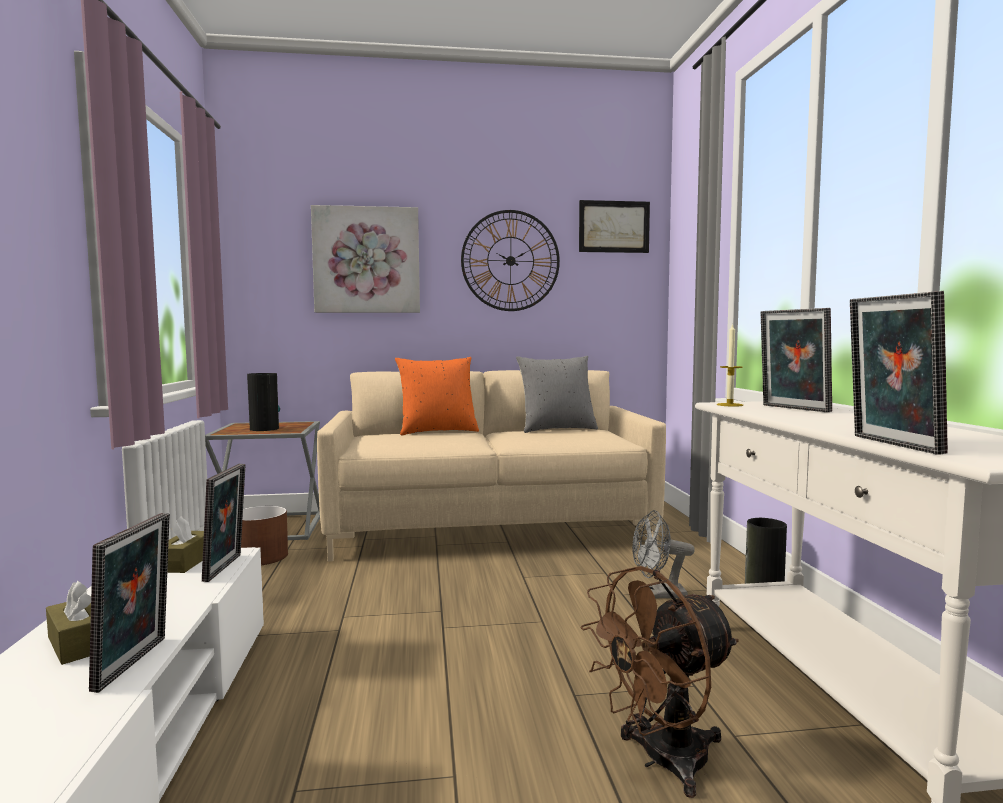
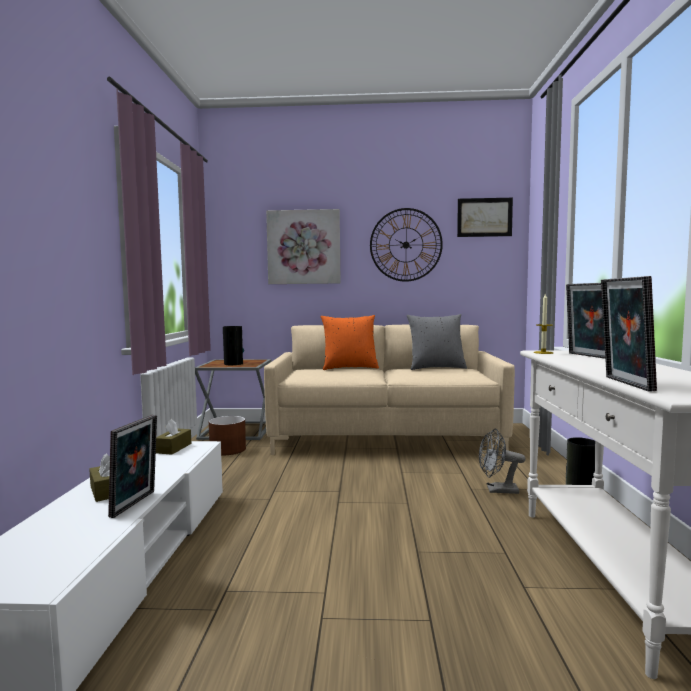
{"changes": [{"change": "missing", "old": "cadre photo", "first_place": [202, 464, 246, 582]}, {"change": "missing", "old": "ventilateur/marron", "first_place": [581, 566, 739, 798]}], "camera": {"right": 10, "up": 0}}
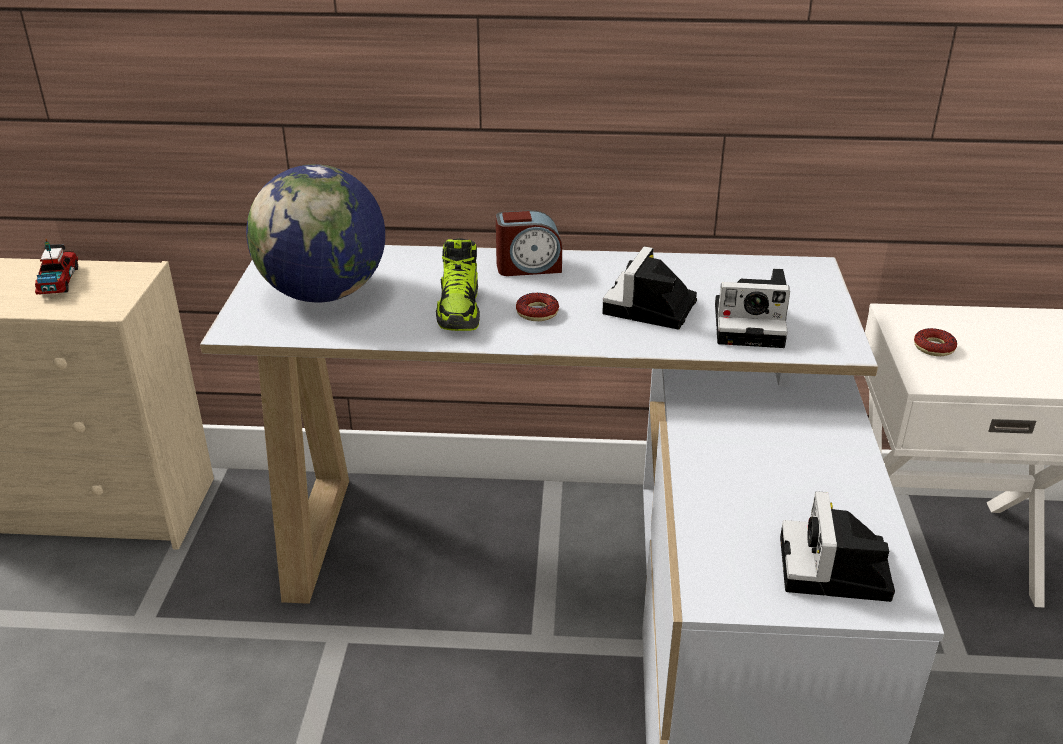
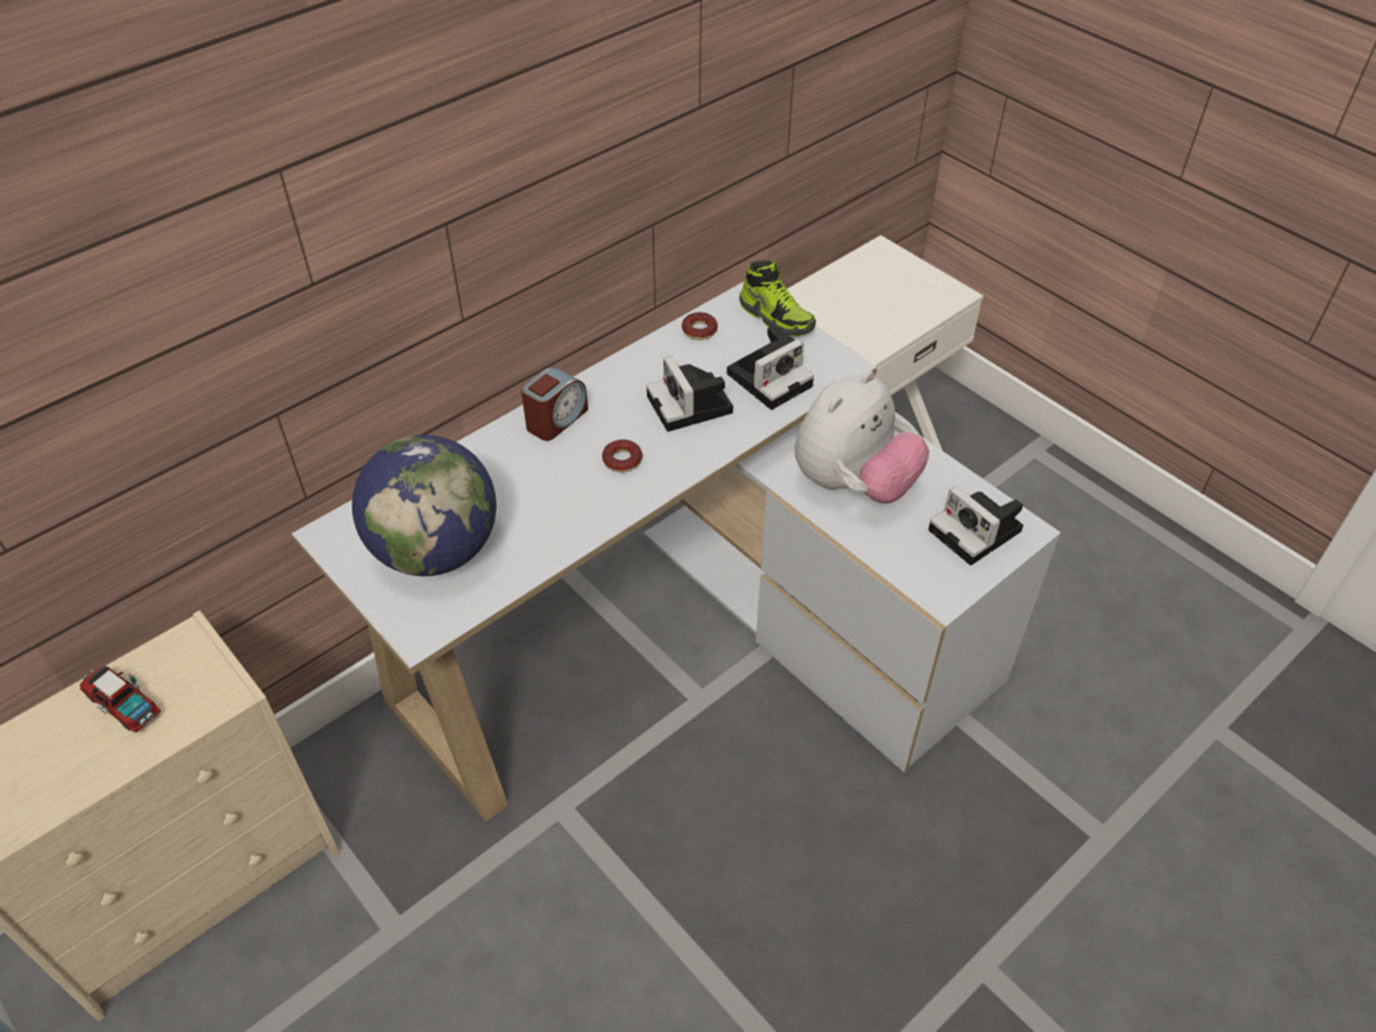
{"changes": [{"change": "appeared", "new": "peluche", "second_place": [795, 371, 929, 504]}, {"change": "relocated", "old": "chaussure", "first_place": [436, 238, 480, 331], "second_place": [739, 260, 816, 337]}, {"change": "relocated", "old": "beignet", "first_place": [914, 328, 957, 356], "second_place": [682, 312, 718, 340]}], "camera": {"right": -45, "up": 15}}
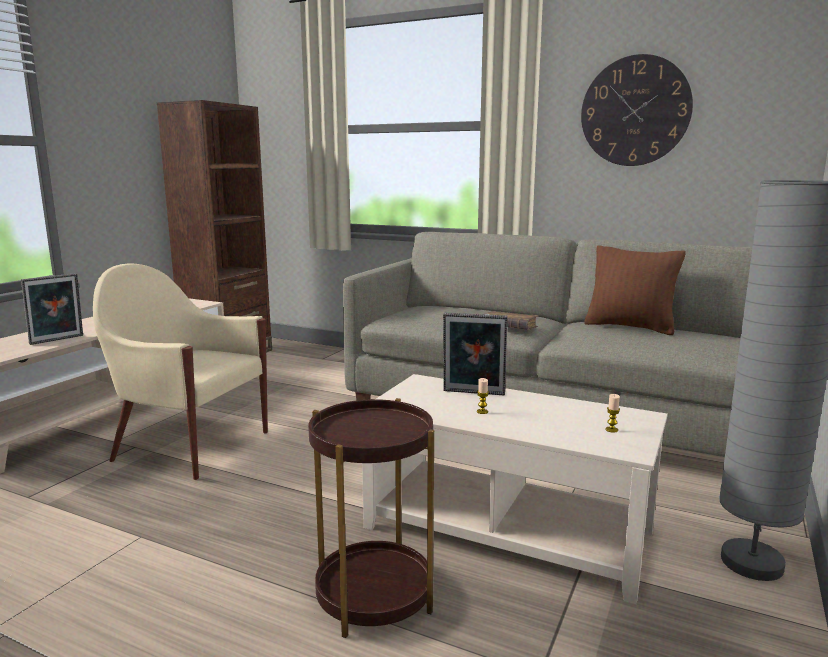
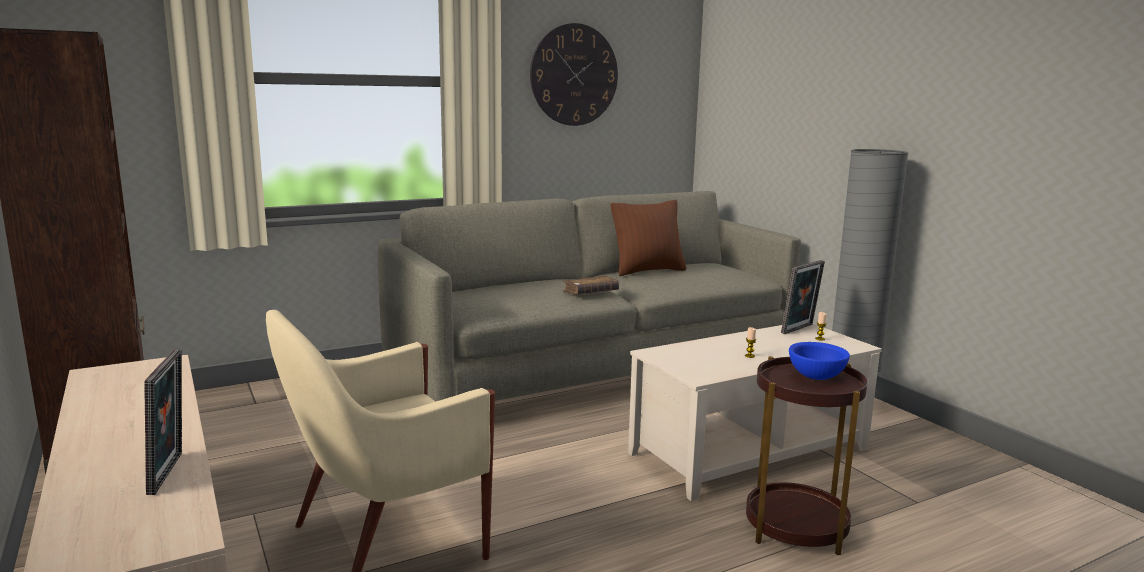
{"changes": [{"change": "appeared", "new": "bol/bleu", "second_place": [789, 342, 850, 380]}, {"change": "relocated", "old": "cadre photo", "first_place": [443, 313, 507, 395], "second_place": [781, 260, 825, 334]}], "camera": {"right": -55, "up": 0}}
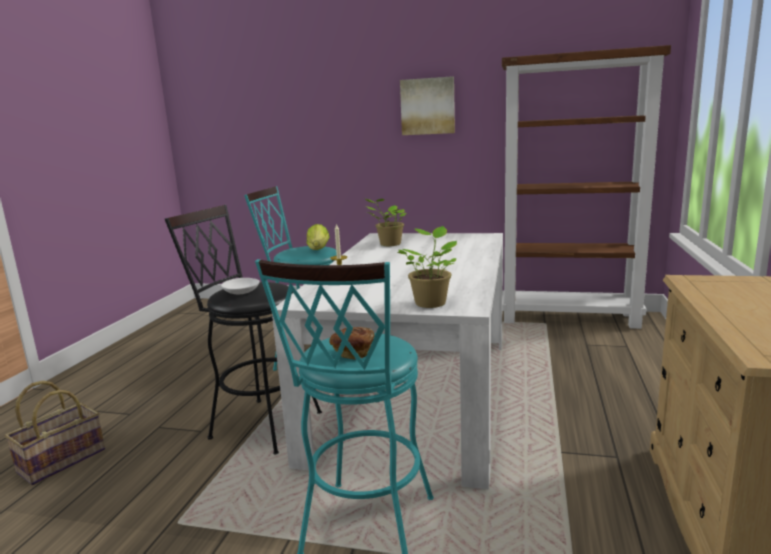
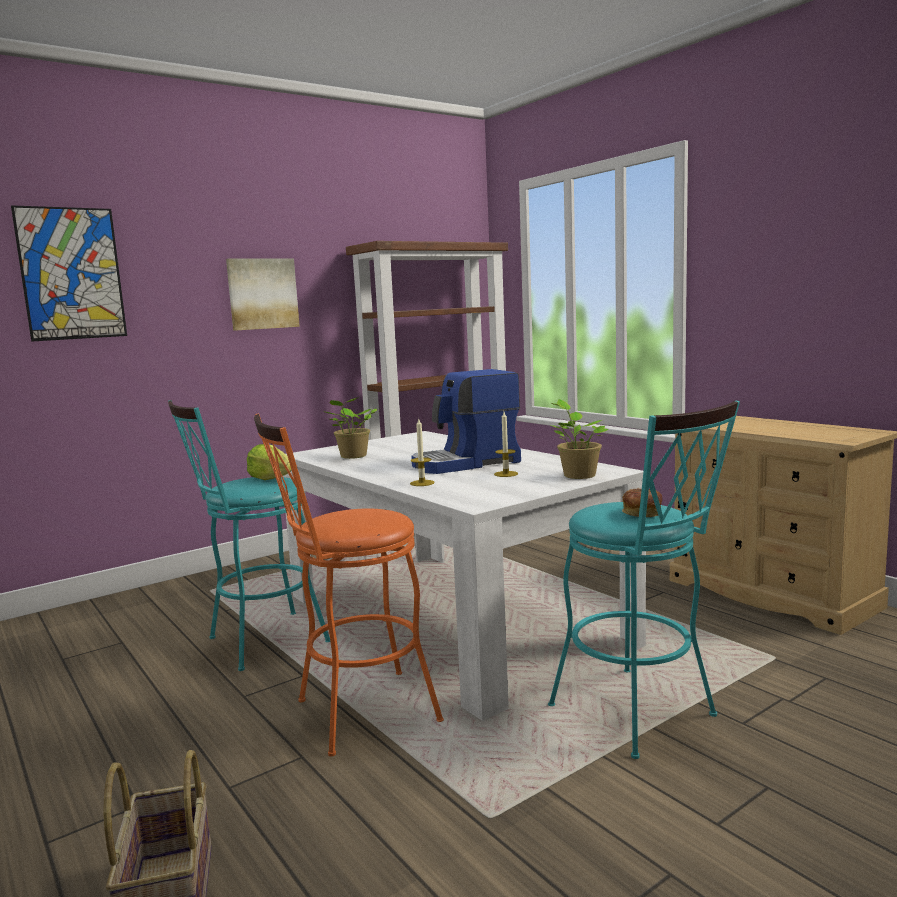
{"changes": [{"change": "missing", "old": "bol/blanc", "first_place": [221, 278, 260, 294]}, {"change": "appeared", "new": "tableau", "second_place": [11, 205, 127, 342]}, {"change": "appeared", "new": "machine à café", "second_place": [411, 369, 521, 474]}, {"change": "appeared", "new": "bougie", "second_place": [494, 412, 518, 477]}, {"change": "colour", "old": "tabouret/noir", "new": "tabouret/orange", "first_place": [165, 205, 322, 454], "second_place": [254, 413, 444, 757]}], "camera": {"right": -50, "up": -5}}
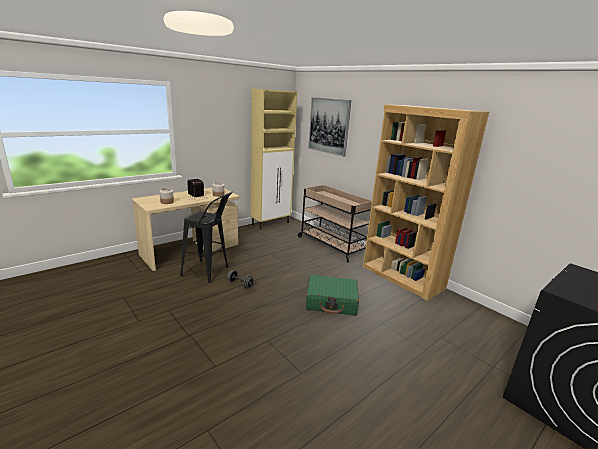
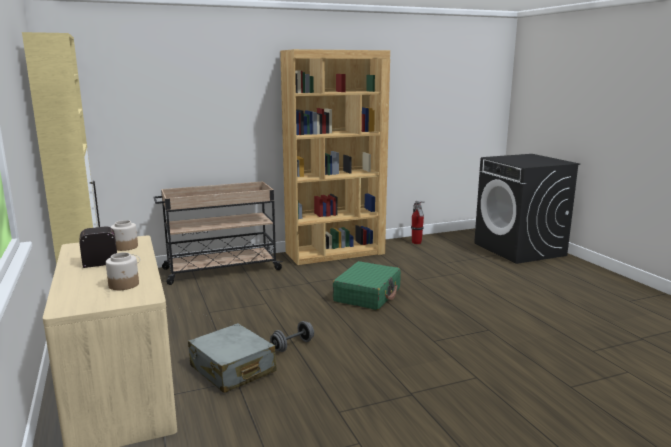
{"changes": [{"change": "missing", "old": "tableau", "first_place": [308, 97, 351, 157]}, {"change": "appeared", "new": "extincteur", "second_place": [411, 200, 425, 244]}, {"change": "exchanged", "old": "tabouret/noir", "new": "valise/gris", "first_place": [180, 191, 233, 283], "second_place": [188, 323, 277, 393]}], "camera": {"right": -70, "up": -5}}
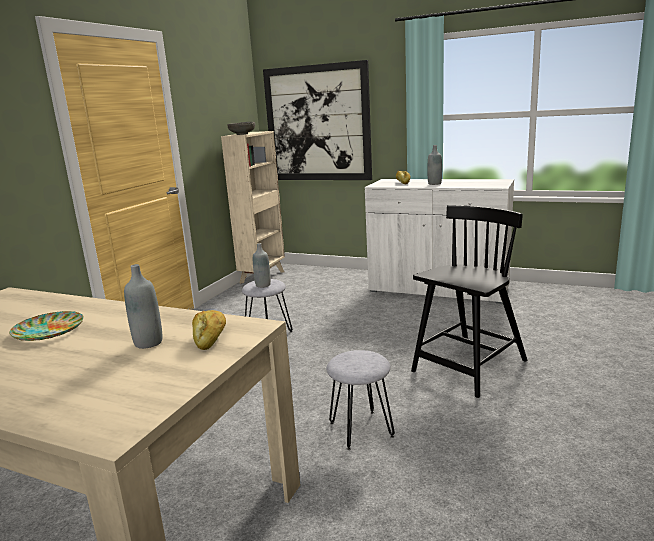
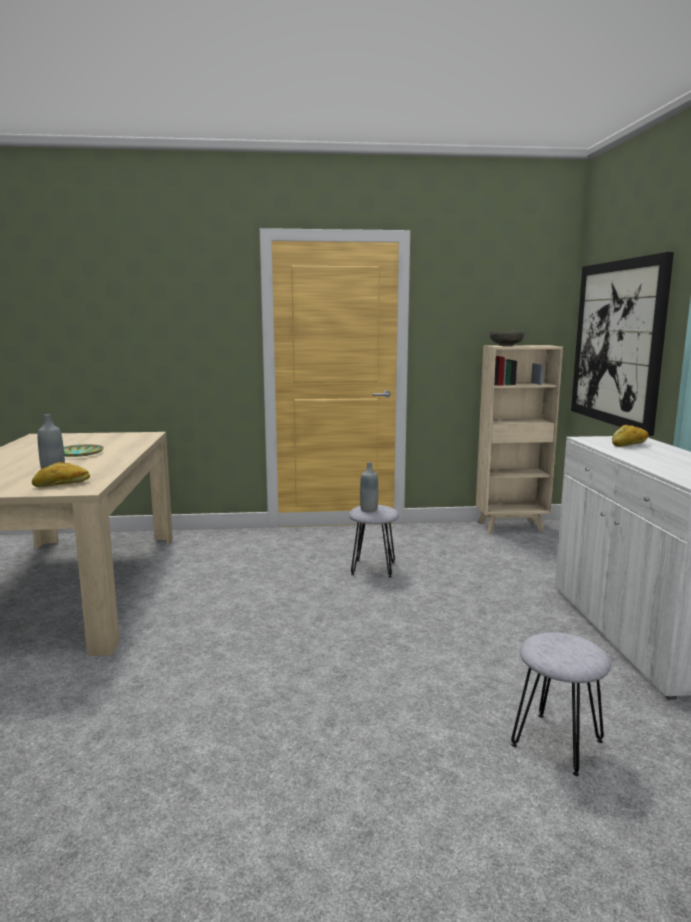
{"changes": [{"change": "missing", "old": "chaise/noir", "first_place": [411, 205, 527, 398]}, {"change": "missing", "old": "bouteille/gris", "first_place": [428, 145, 442, 185]}, {"change": "relocated", "old": "tabouret/gris", "first_place": [327, 350, 395, 450], "second_place": [511, 632, 611, 776]}], "camera": {"right": 60, "up": -5}}
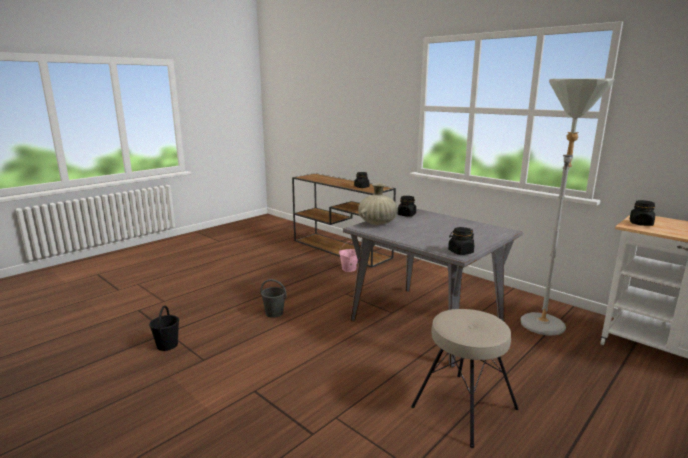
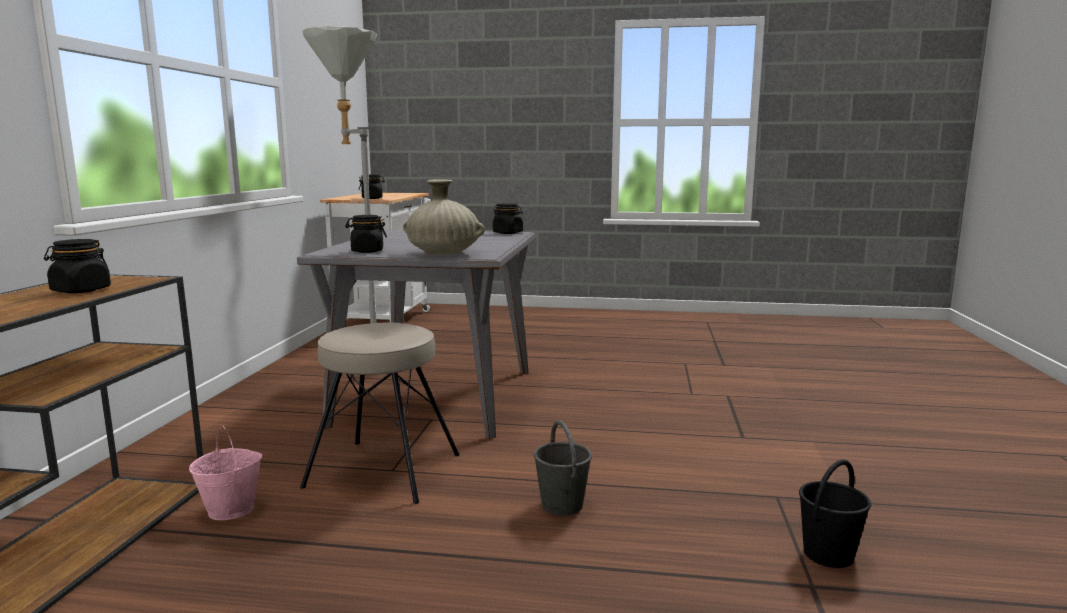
{"changes": [{"change": "relocated", "old": "tabouret/beige", "first_place": [411, 309, 519, 448], "second_place": [300, 322, 459, 504]}], "camera": {"right": -125, "up": -5}}
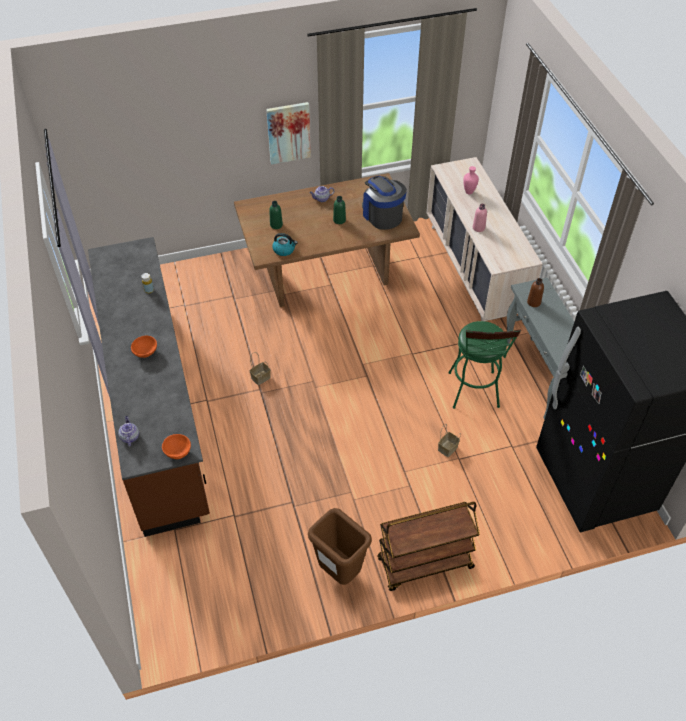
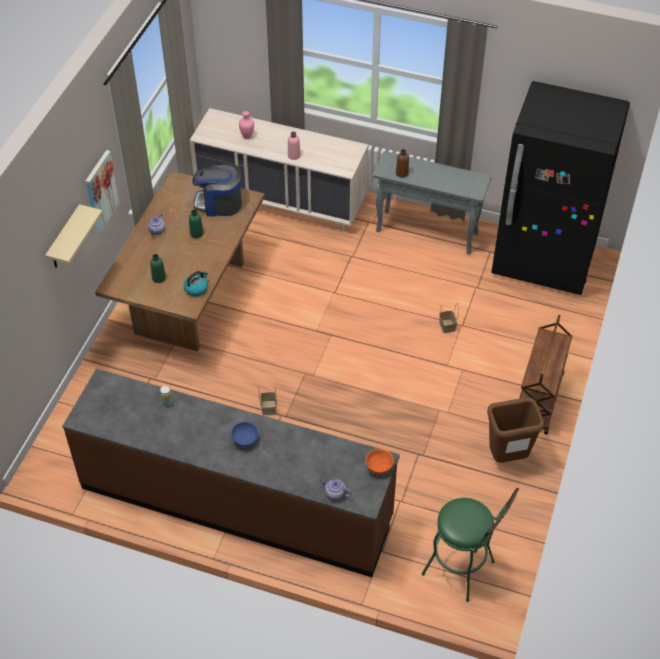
{"changes": [{"change": "appeared", "new": "étagère/beige", "second_place": [45, 204, 103, 268]}, {"change": "relocated", "old": "tabouret/vert", "first_place": [448, 321, 521, 409], "second_place": [421, 488, 519, 602]}, {"change": "colour", "old": "bol/orange", "new": "bol/bleu", "first_place": [131, 336, 157, 358], "second_place": [231, 421, 258, 447]}], "camera": {"right": -55, "up": 0}}
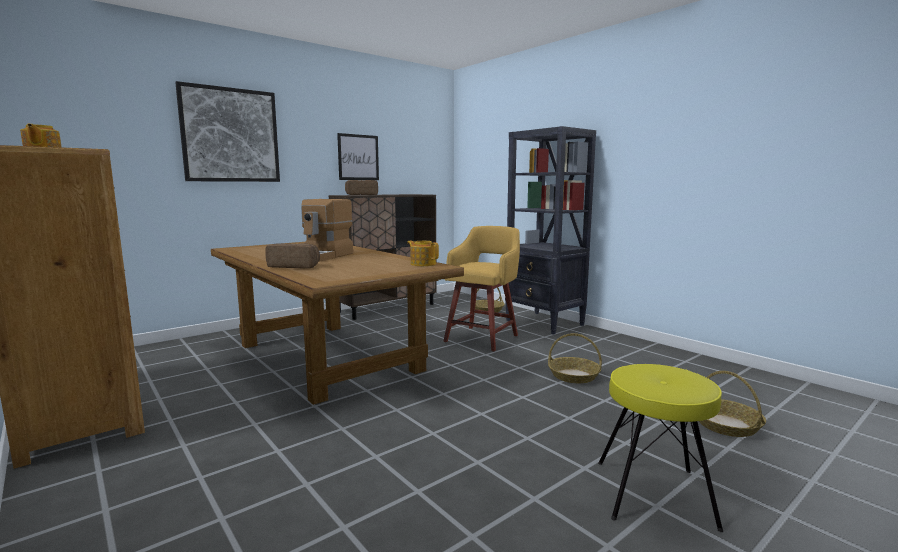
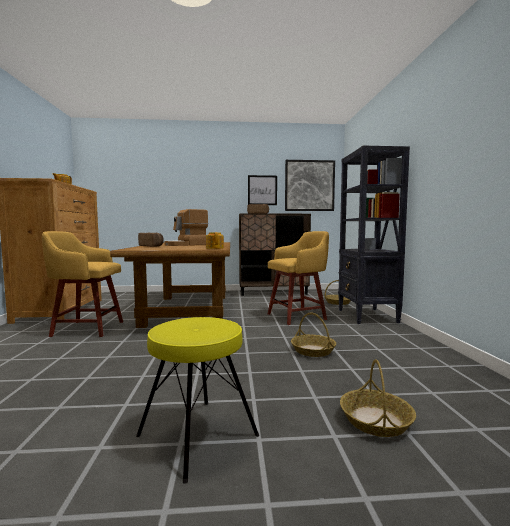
{"changes": [{"change": "appeared", "new": "tabouret/jaune", "second_place": [42, 231, 123, 337]}, {"change": "relocated", "old": "tableau", "first_place": [175, 81, 280, 182], "second_place": [285, 160, 335, 211]}], "camera": {"right": 35, "up": -5}}
